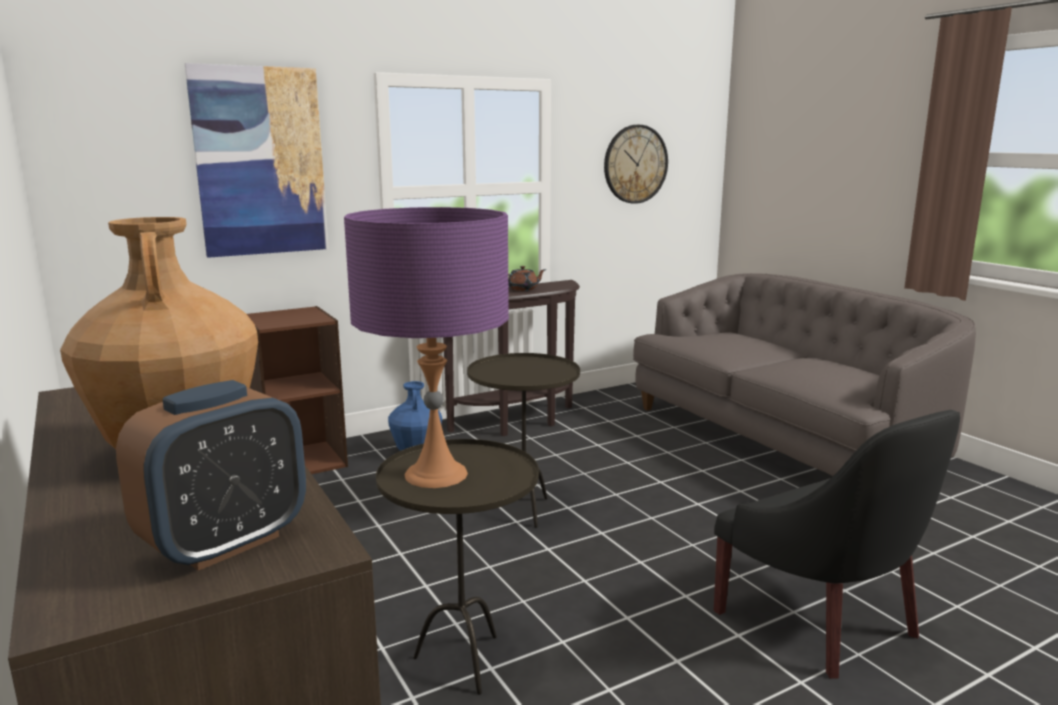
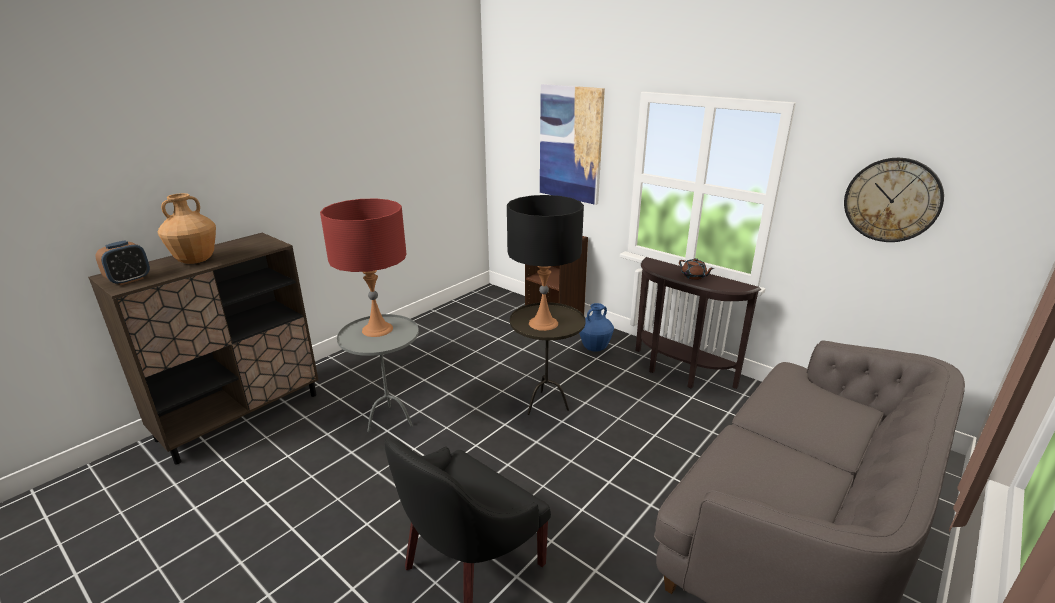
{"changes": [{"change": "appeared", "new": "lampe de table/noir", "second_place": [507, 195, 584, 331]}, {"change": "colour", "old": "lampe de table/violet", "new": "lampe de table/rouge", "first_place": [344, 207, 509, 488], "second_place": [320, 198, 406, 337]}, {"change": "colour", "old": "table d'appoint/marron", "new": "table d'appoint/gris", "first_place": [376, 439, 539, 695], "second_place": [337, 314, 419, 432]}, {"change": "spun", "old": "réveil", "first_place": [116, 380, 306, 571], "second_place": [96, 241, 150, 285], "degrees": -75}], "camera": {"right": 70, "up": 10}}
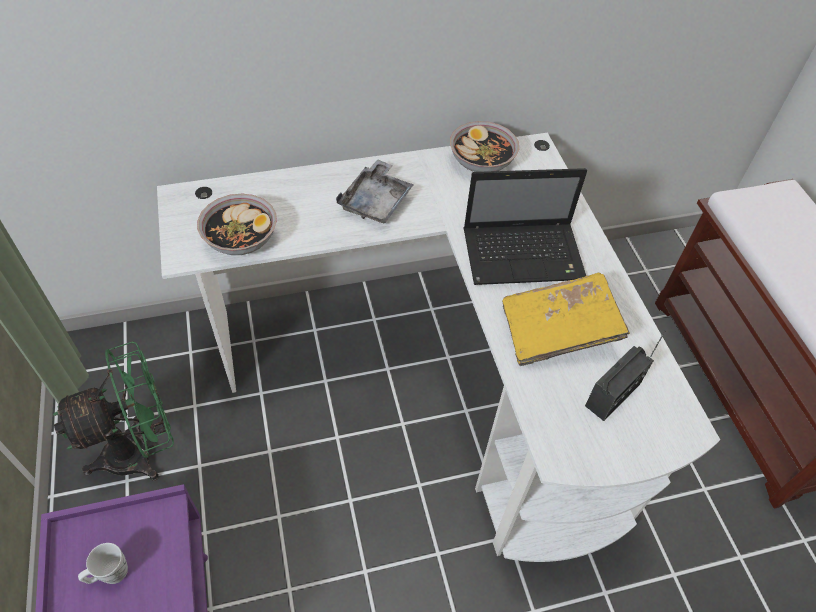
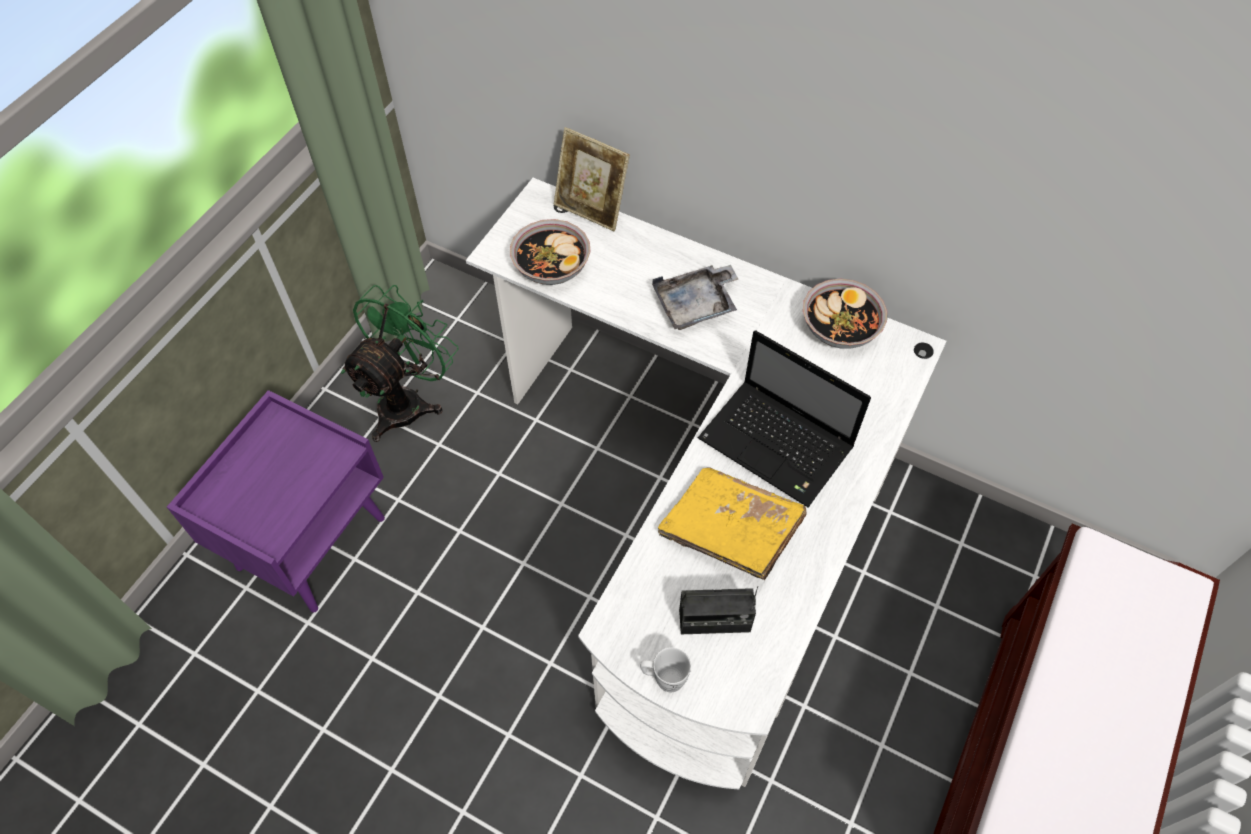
{"changes": [{"change": "appeared", "new": "cadre photo", "second_place": [554, 127, 630, 231]}, {"change": "relocated", "old": "mug/blanc", "first_place": [78, 543, 128, 584], "second_place": [640, 647, 691, 692]}, {"change": "spun", "old": "ventilateur/vert", "first_place": [53, 341, 174, 481], "second_place": [341, 285, 459, 442], "degrees": -75}], "camera": {"right": 45, "up": 5}}
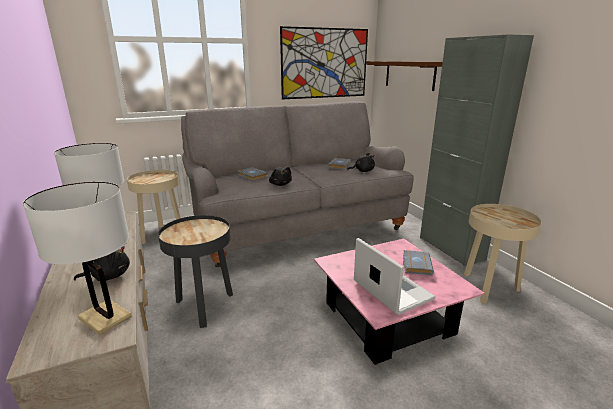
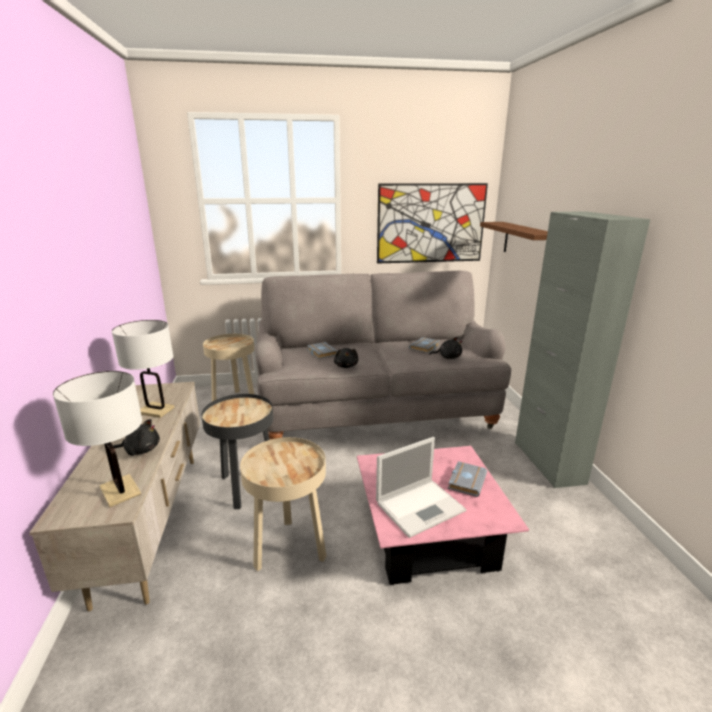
{"changes": [{"change": "relocated", "old": "table d'appoint/beige", "first_place": [464, 204, 542, 304], "second_place": [240, 437, 326, 571]}, {"change": "spun", "old": "ordinateur portable", "first_place": [354, 238, 436, 315], "second_place": [376, 437, 467, 538], "degrees": 75}], "camera": {"right": 15, "up": 0}}
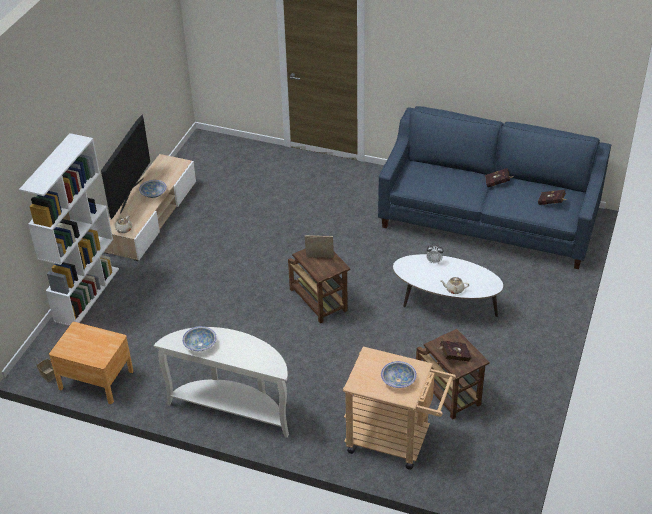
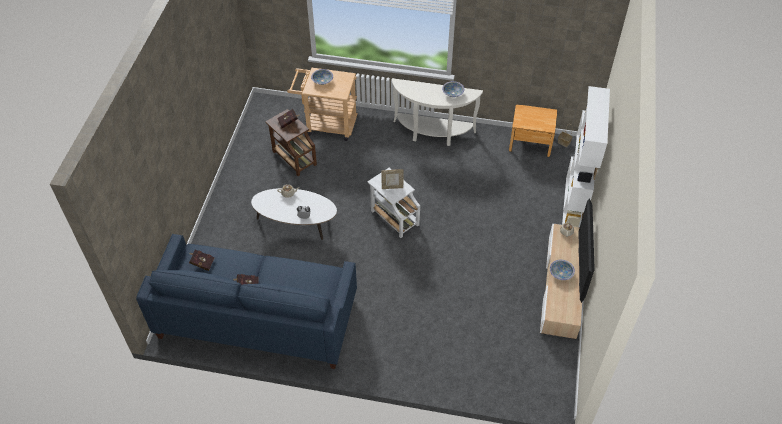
{"changes": [{"change": "colour", "old": "table d'appoint/marron", "new": "table d'appoint/blanc", "first_place": [288, 248, 350, 324], "second_place": [368, 168, 420, 238]}], "camera": {"right": 170, "up": 10}}
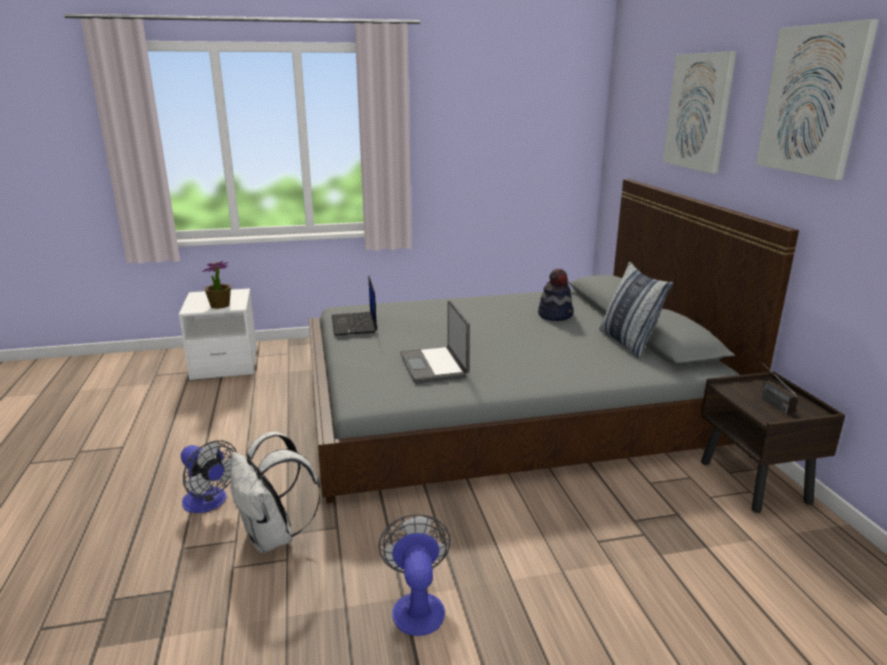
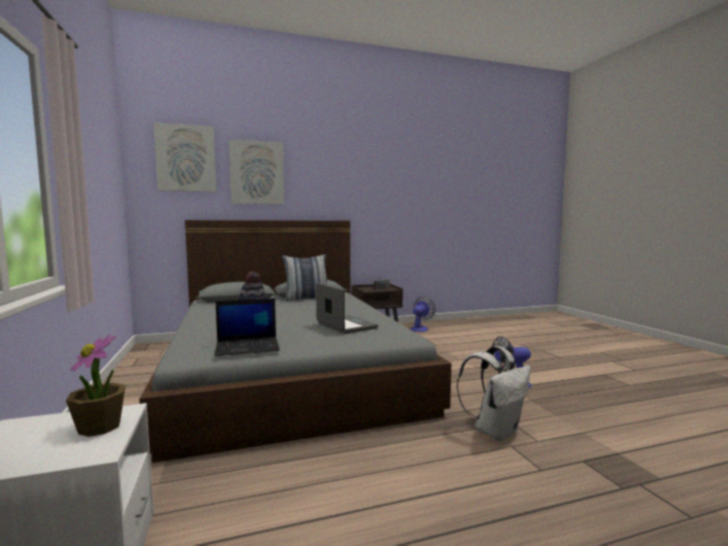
{"changes": [{"change": "relocated", "old": "ventilateur", "first_place": [181, 440, 237, 513], "second_place": [410, 296, 436, 332]}, {"change": "relocated", "old": "tableau", "first_place": [756, 19, 879, 180], "second_place": [154, 122, 216, 192]}, {"change": "spun", "old": "ordinateur portable", "first_place": [400, 300, 470, 383], "second_place": [316, 283, 378, 334], "degrees": -105}], "camera": {"right": -95, "up": -15}}
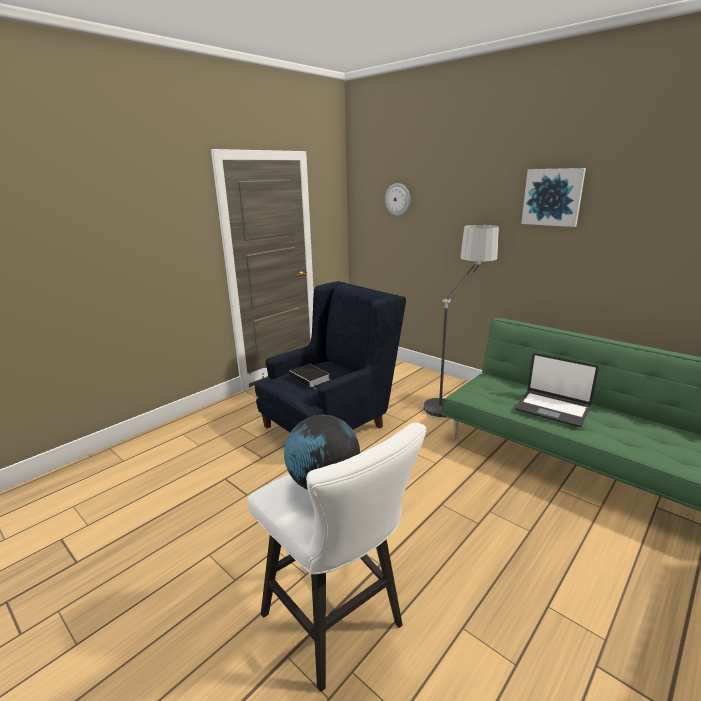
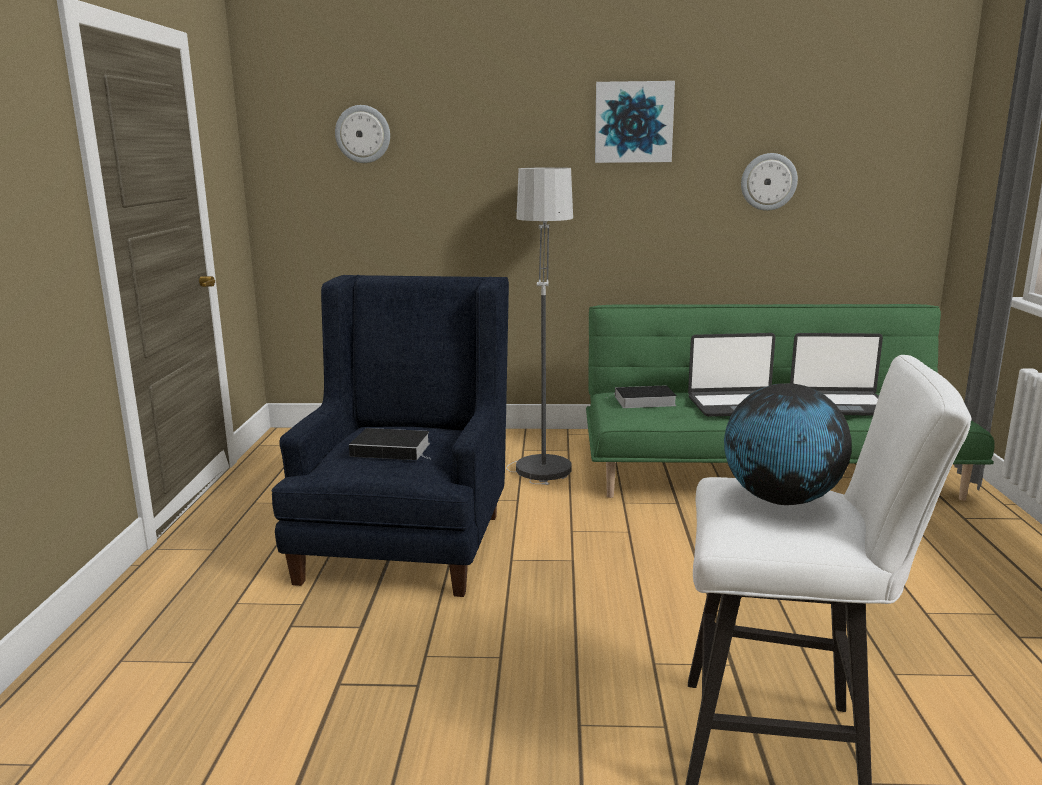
{"changes": [{"change": "appeared", "new": "livre", "second_place": [605, 385, 677, 408]}, {"change": "appeared", "new": "horloge murale", "second_place": [741, 153, 798, 211]}, {"change": "appeared", "new": "ordinateur portable", "second_place": [790, 333, 883, 416]}], "camera": {"right": -40, "up": -5}}
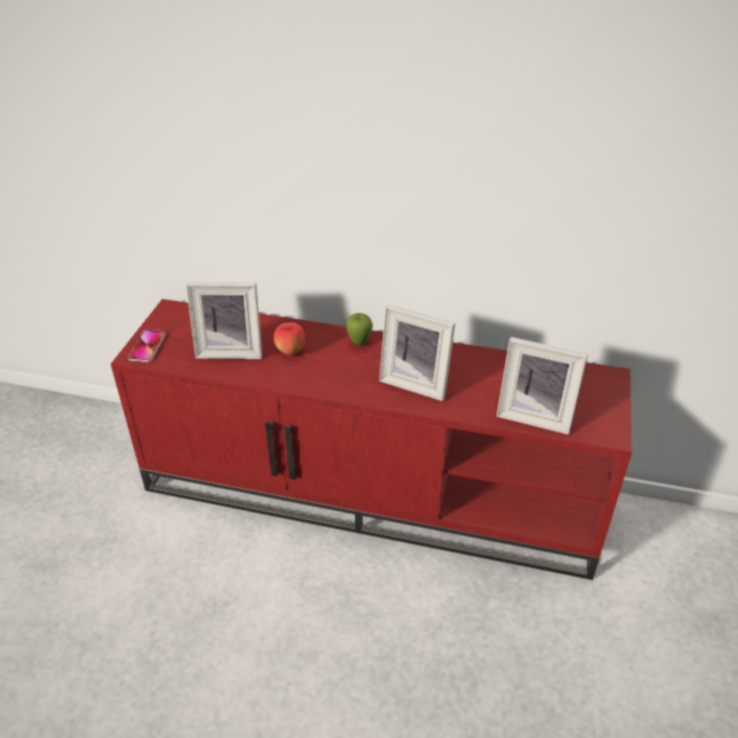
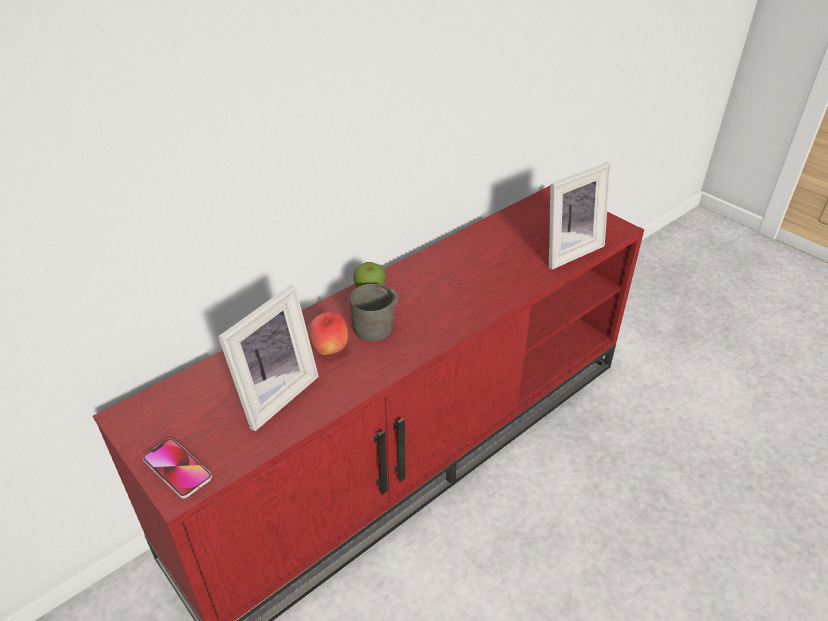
{"changes": [{"change": "missing", "old": "cadre photo", "first_place": [379, 304, 455, 401]}, {"change": "appeared", "new": "mug/gris", "second_place": [350, 284, 398, 341]}], "camera": {"right": -55, "up": 0}}
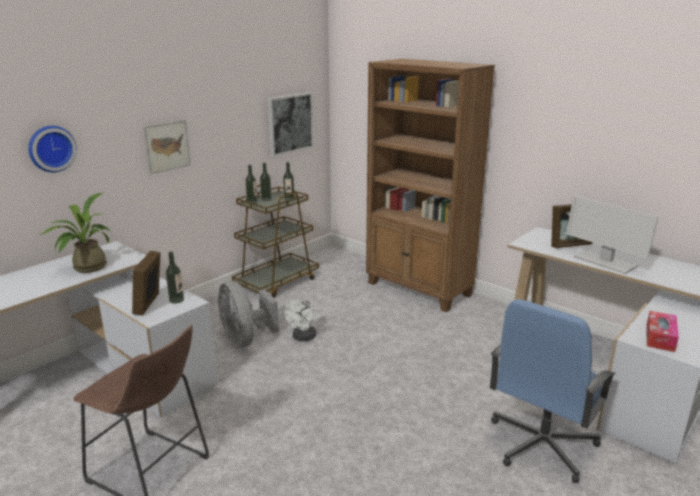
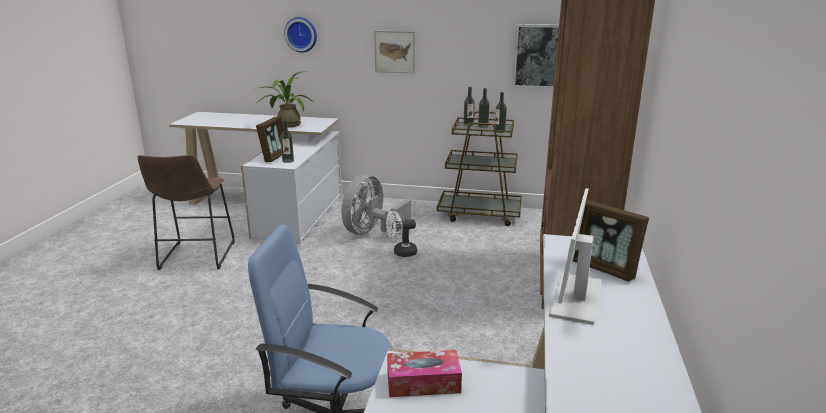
{"changes": [{"change": "spun", "old": "cadre photo", "first_place": [132, 251, 161, 316], "second_place": [256, 116, 283, 162], "degrees": 135}], "camera": {"right": 60, "up": 0}}
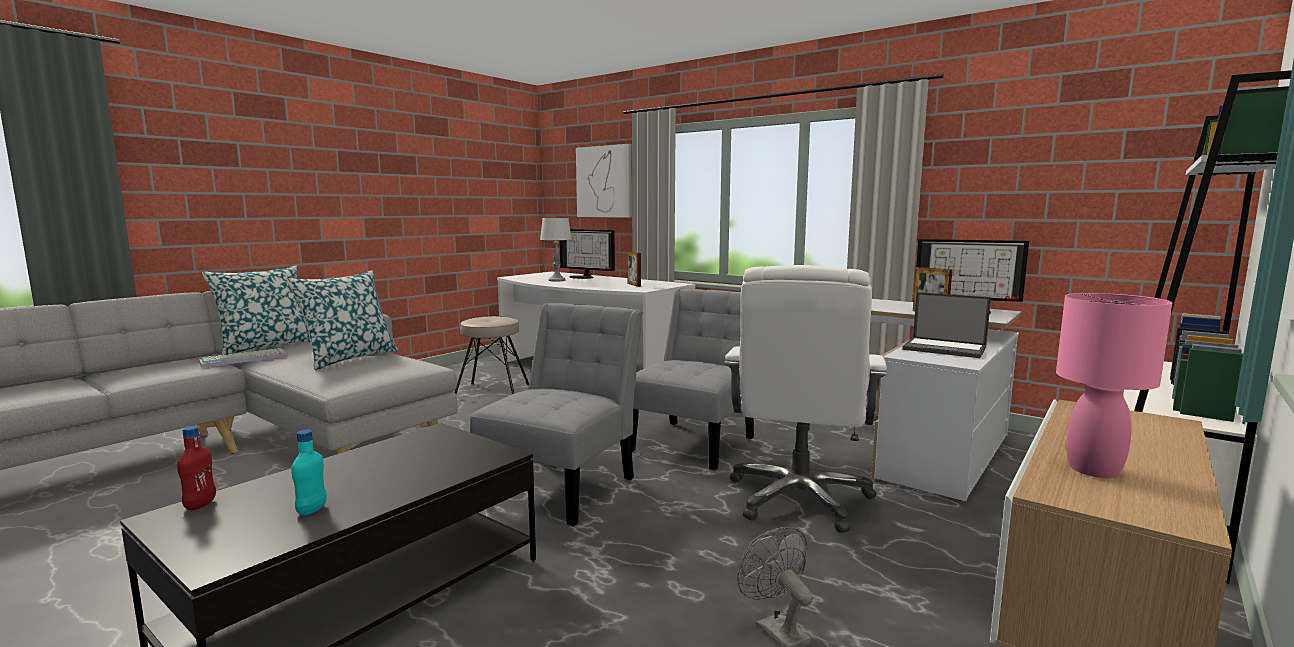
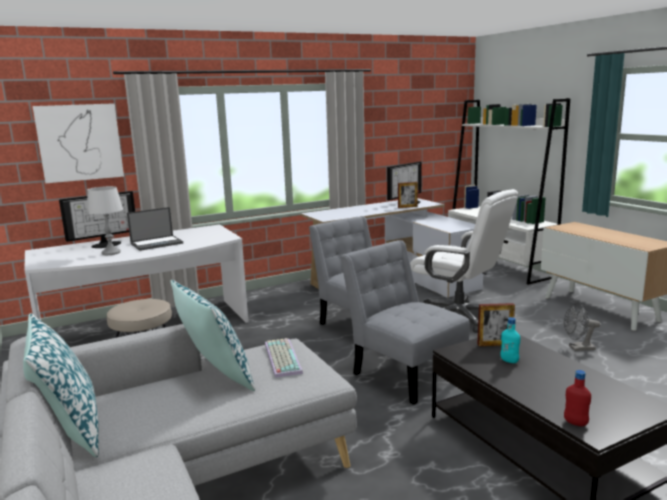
{"changes": [{"change": "missing", "old": "lampe de table/rose", "first_place": [1056, 293, 1172, 478]}, {"change": "relocated", "old": "clavier", "first_place": [199, 348, 288, 368], "second_place": [265, 338, 303, 378]}, {"change": "relocated", "old": "bouteille/turquoise", "first_place": [291, 430, 327, 516], "second_place": [500, 317, 520, 363]}, {"change": "relocated", "old": "cadre photo", "first_place": [627, 251, 641, 287], "second_place": [477, 303, 515, 346]}, {"change": "relocated", "old": "ordinateur portable", "first_place": [902, 292, 991, 358], "second_place": [127, 207, 183, 251]}], "camera": {"right": -65, "up": 5}}
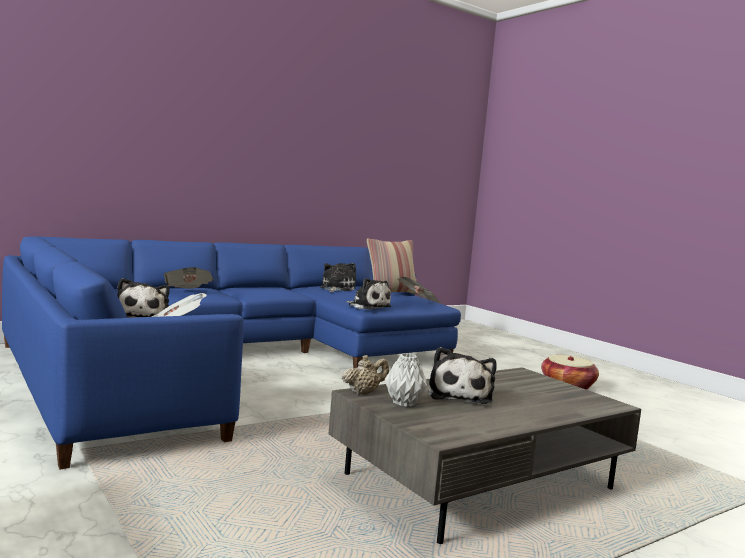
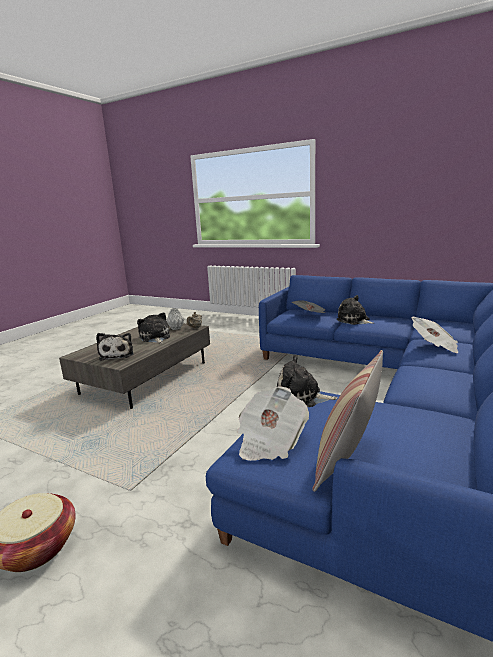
{"changes": [{"change": "relocated", "old": "peluche", "first_place": [320, 263, 356, 292], "second_place": [96, 333, 133, 361]}], "camera": {"right": 155, "up": 10}}
